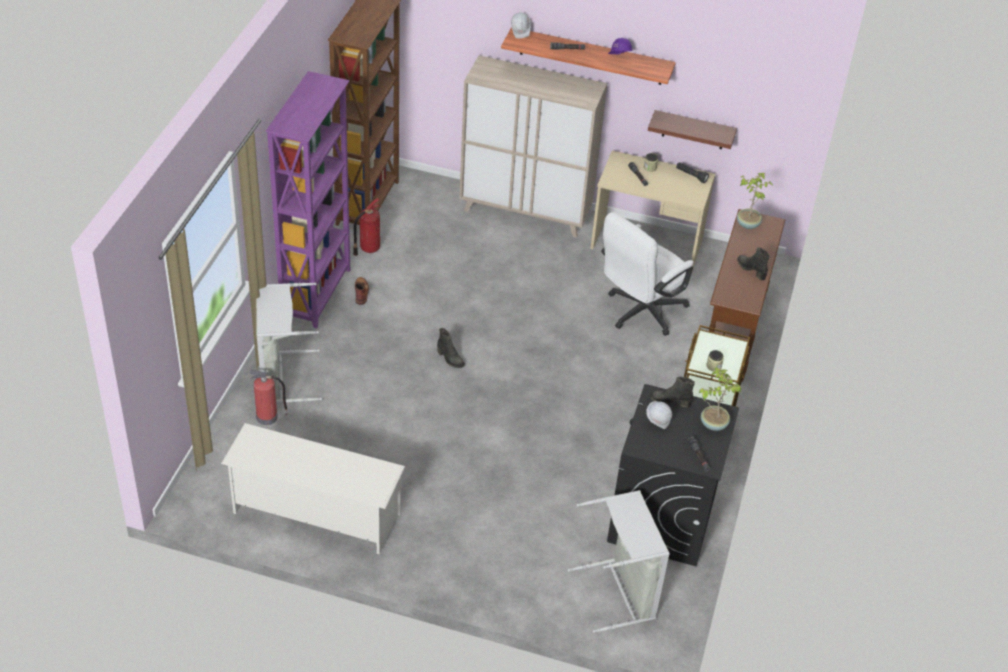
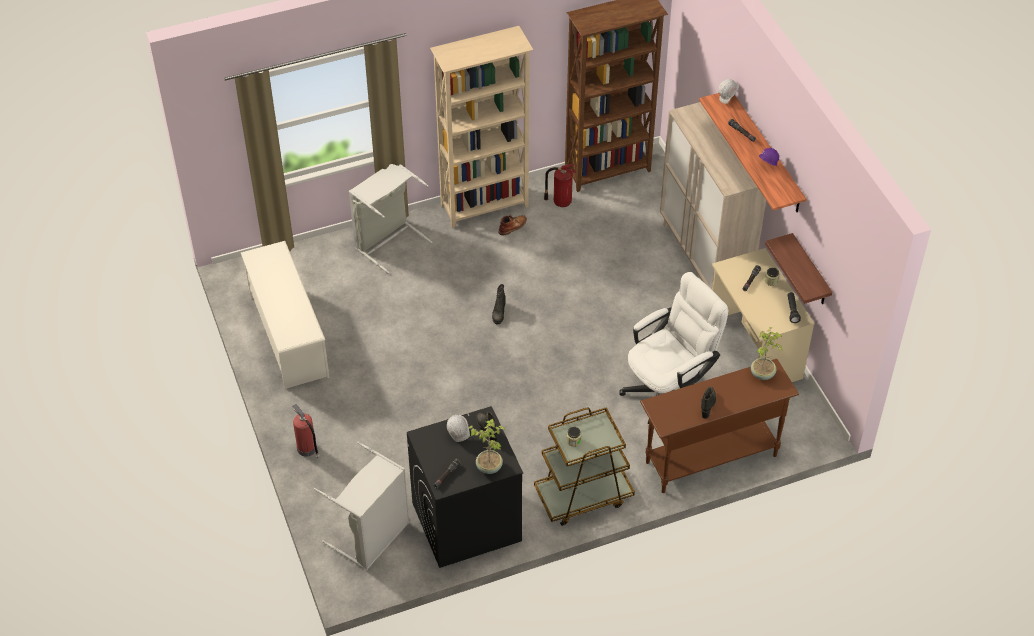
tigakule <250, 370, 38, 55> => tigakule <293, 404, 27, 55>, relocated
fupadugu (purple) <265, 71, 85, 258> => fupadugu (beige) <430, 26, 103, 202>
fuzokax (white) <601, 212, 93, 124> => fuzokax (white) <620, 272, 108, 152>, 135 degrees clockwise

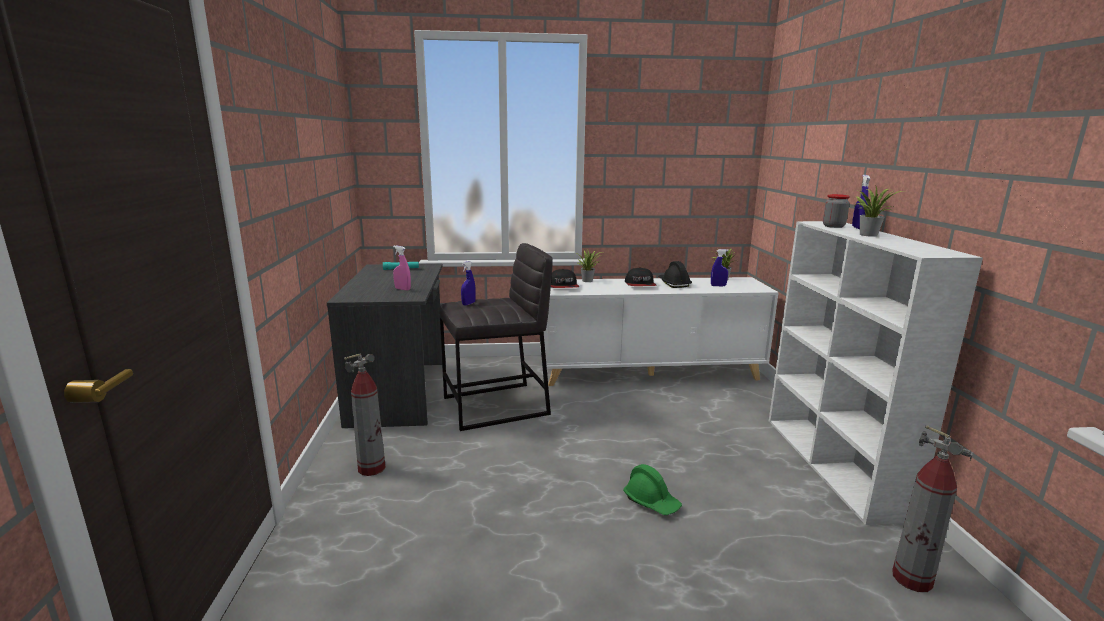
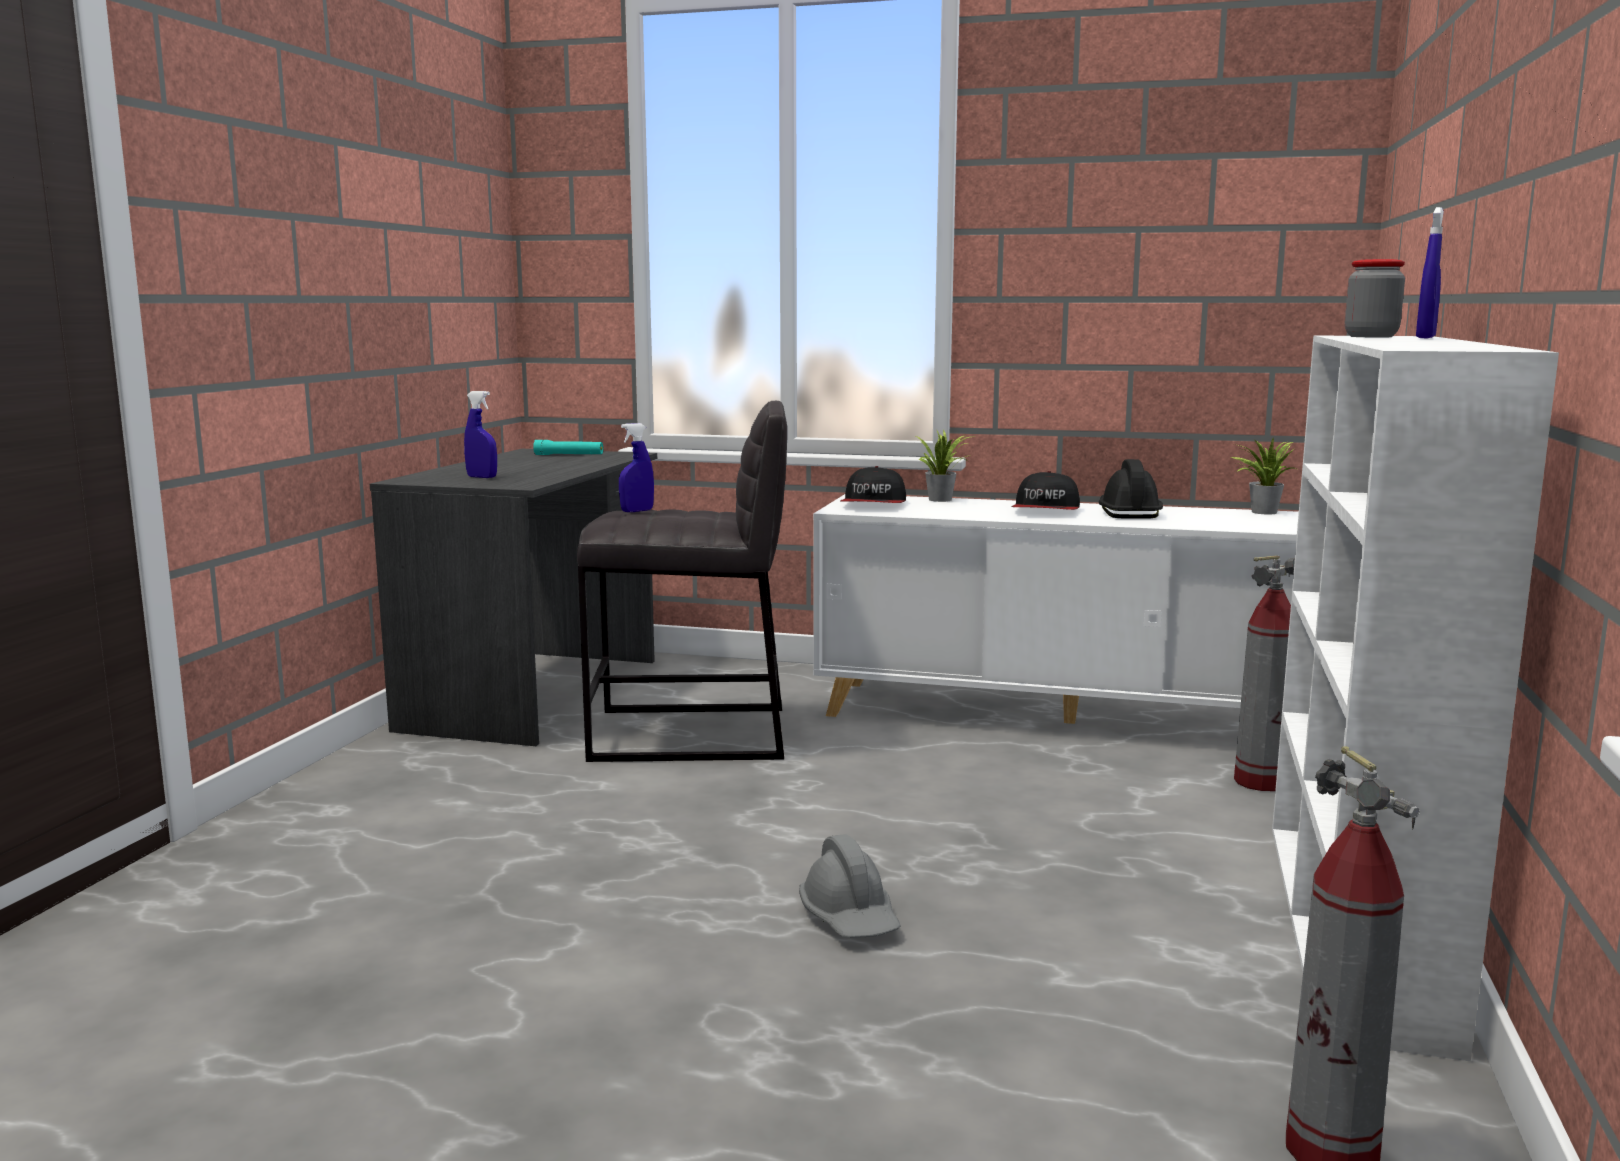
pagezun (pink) <393, 246, 18, 44> => nothing
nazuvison <855, 185, 46, 52> => nothing
tigakule <344, 354, 42, 122> => tigakule <1234, 555, 61, 236>, relocated
pagezun (blue) <711, 249, 18, 37> => pagezun (blue) <464, 391, 33, 87>, relocated
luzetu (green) <623, 464, 59, 51> => luzetu (grey) <799, 835, 102, 103>

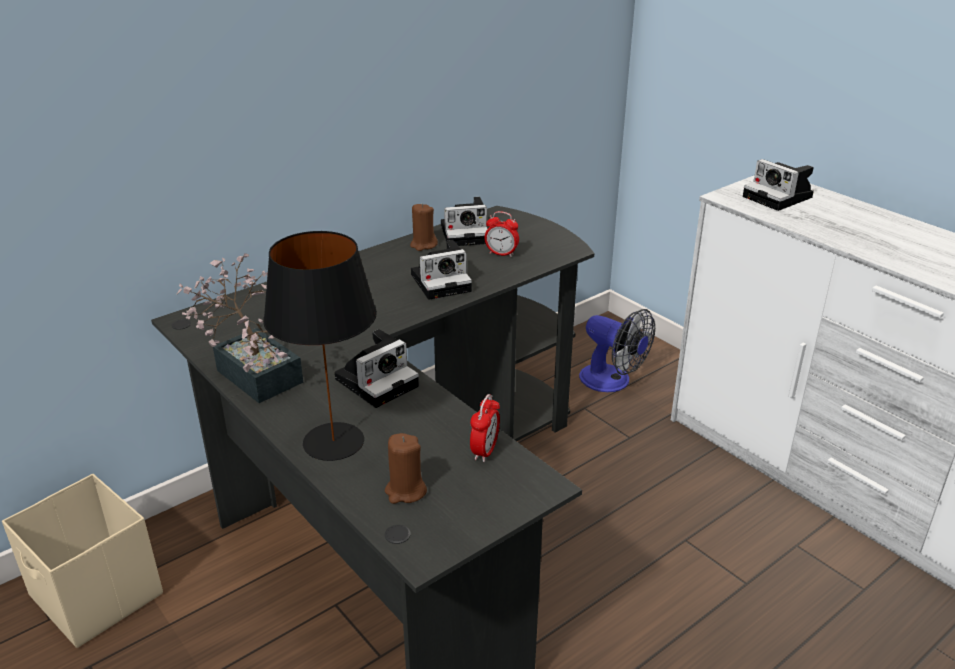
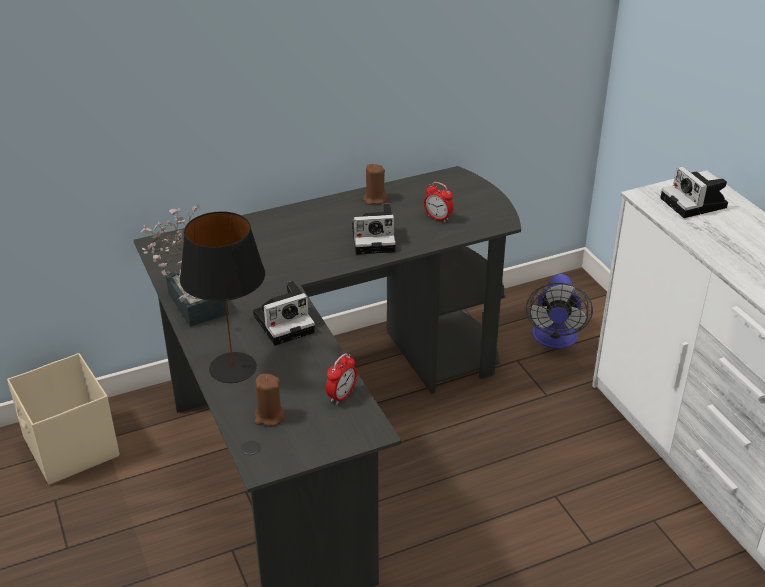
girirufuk <441, 197, 47, 49> => nothing
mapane <579, 309, 76, 83> => mapane <526, 274, 67, 75>, 45 degrees clockwise

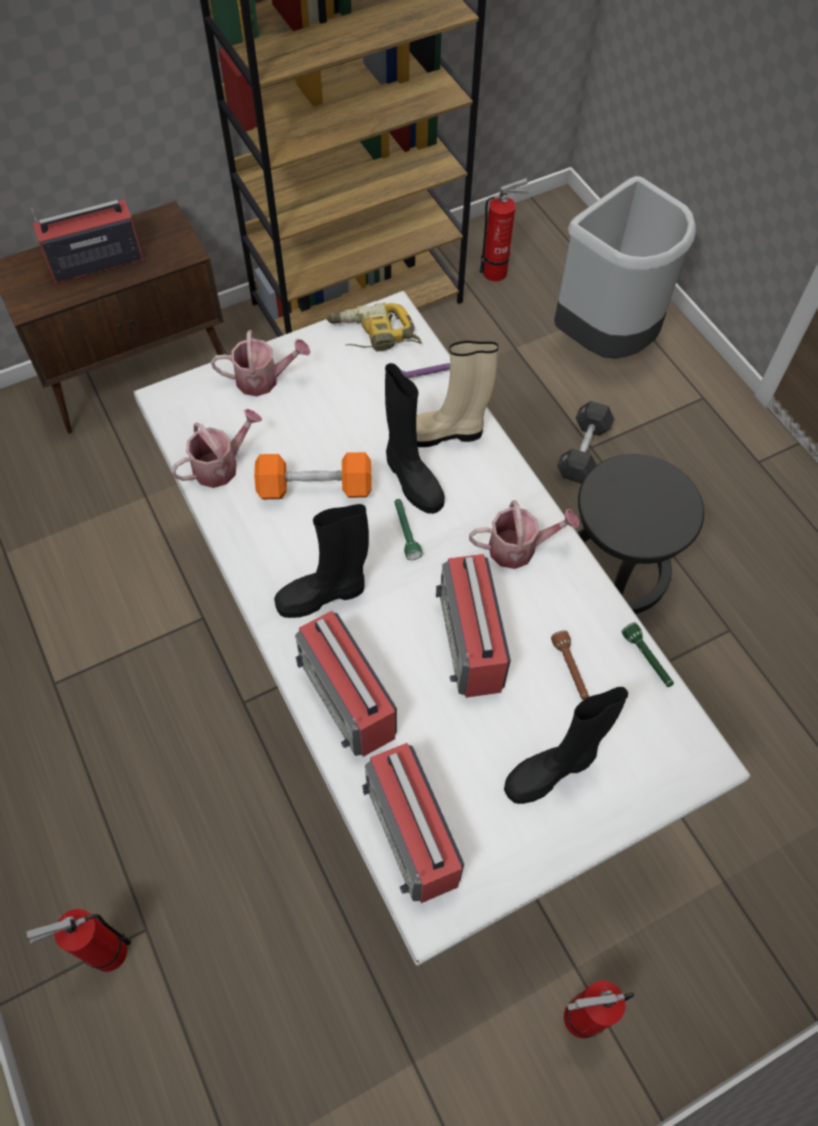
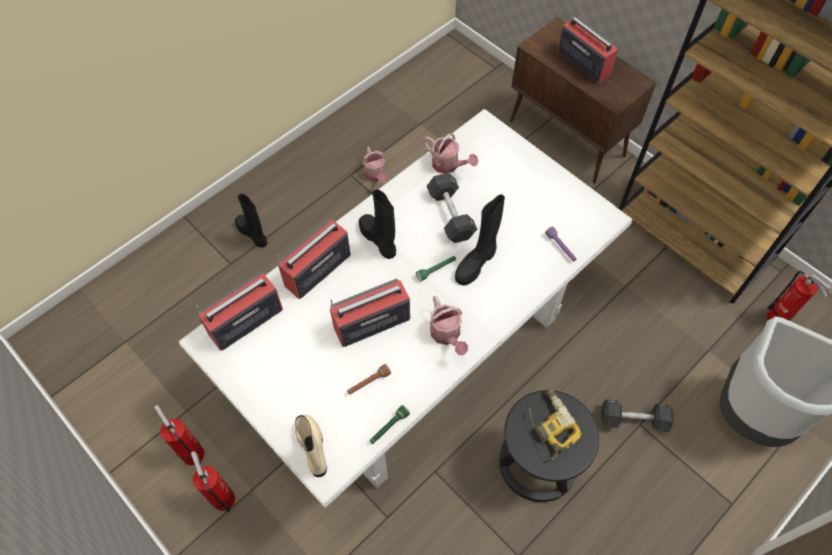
tigakule <27, 909, 104, 63> => tigakule <154, 405, 50, 60>, relocated
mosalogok <211, 330, 99, 66> => mosalogok <362, 147, 26, 36>, relocated
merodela <326, 303, 96, 49> => merodela <529, 388, 52, 72>, relocated
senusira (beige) <416, 341, 82, 106> => senusira (beige) <295, 415, 32, 62>, relocated
senusira (black) <504, 687, 124, 117> => senusira (black) <235, 194, 32, 54>, relocated
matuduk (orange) <254, 452, 118, 47> => matuduk (black) <426, 172, 51, 71>

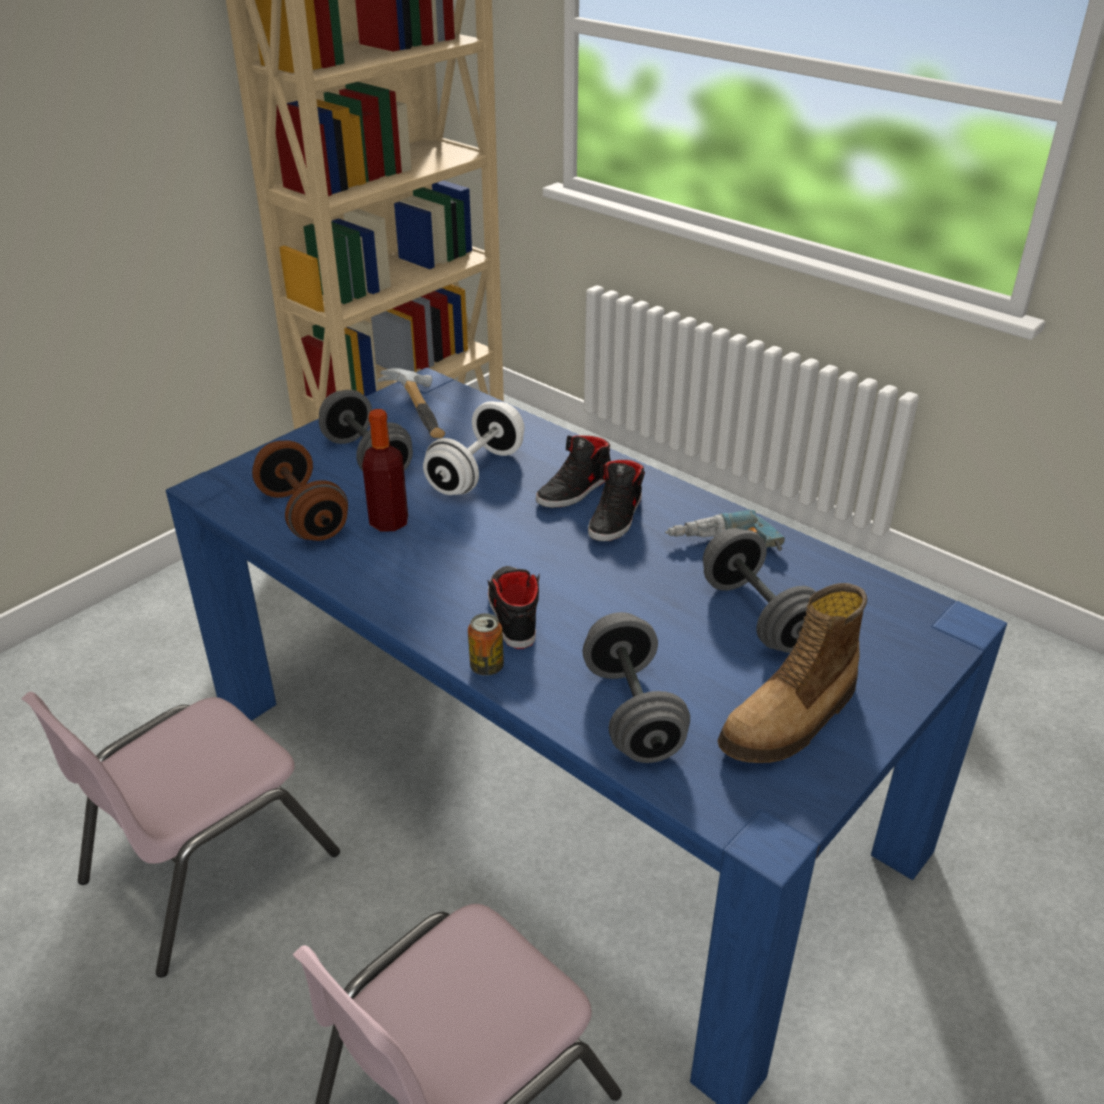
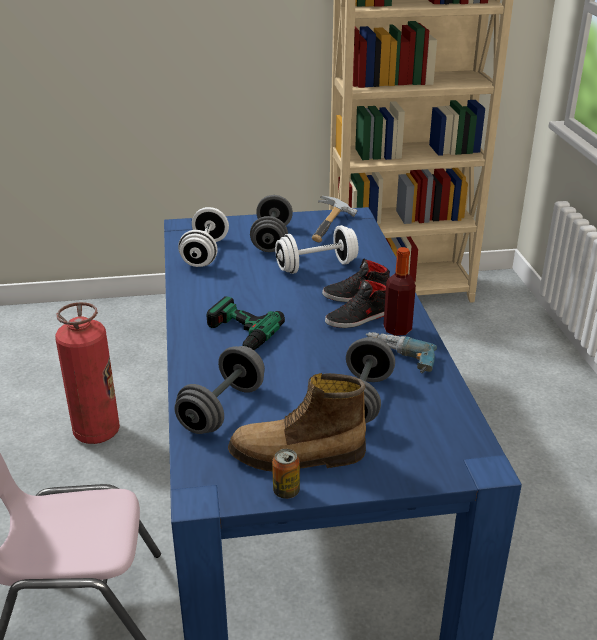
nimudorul <362, 409, 46, 123> => nimudorul <384, 247, 32, 89>, relocated
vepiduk <468, 613, 36, 63> => vepiduk <272, 449, 28, 50>, relocated
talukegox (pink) <21, 692, 319, 286> => tigakule <55, 302, 65, 142>
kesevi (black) <488, 566, 52, 83> => merodela <206, 296, 79, 54>
matuduk (brown) <252, 441, 96, 100> => matuduk (white) <178, 207, 51, 60>

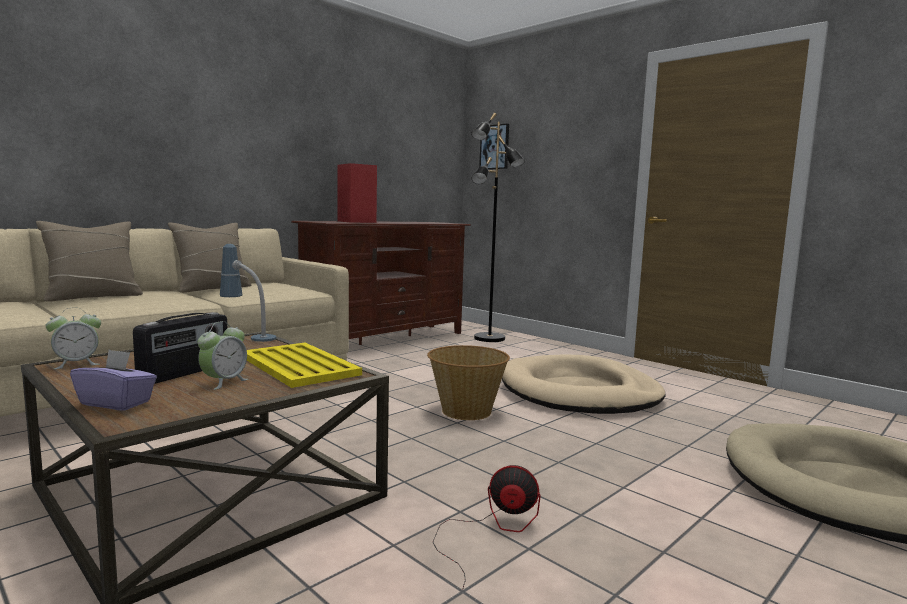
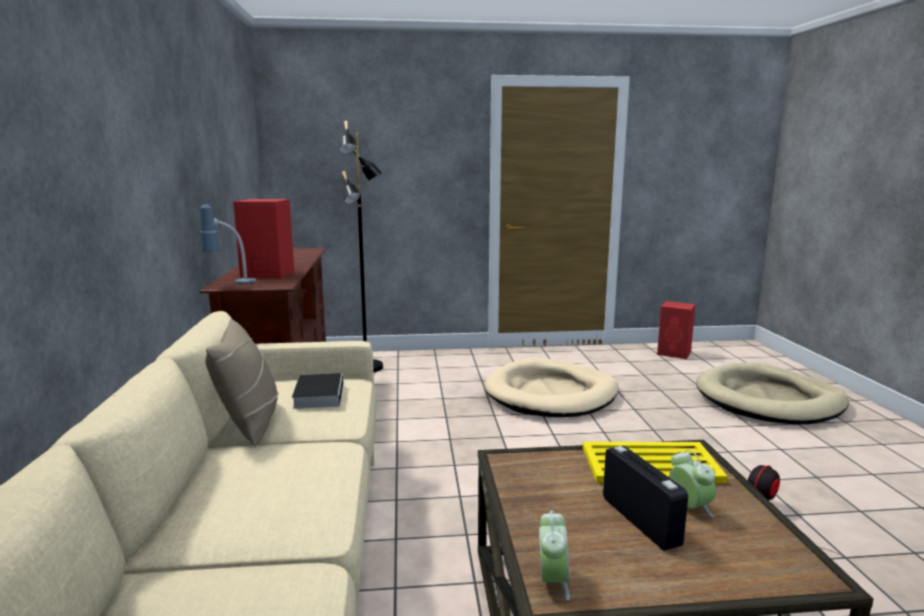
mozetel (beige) <36, 221, 107, 80> => nothing
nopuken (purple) <70, 349, 87, 62> => nothing
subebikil <427, 345, 83, 75> => nothing
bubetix <479, 124, 30, 46> => nothing
nothing => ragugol <292, 373, 51, 36>
nothing => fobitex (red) <657, 301, 39, 58>
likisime <220, 244, 57, 98> => likisime <200, 205, 56, 79>, relocated

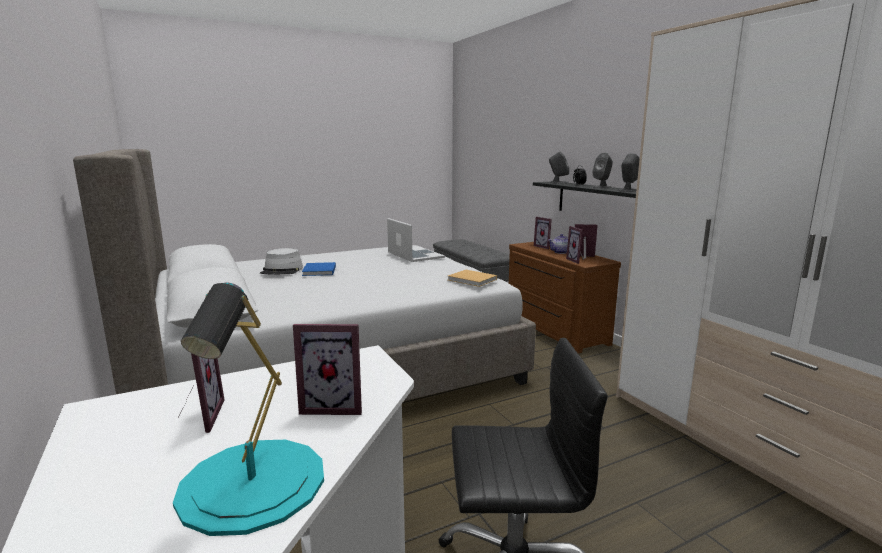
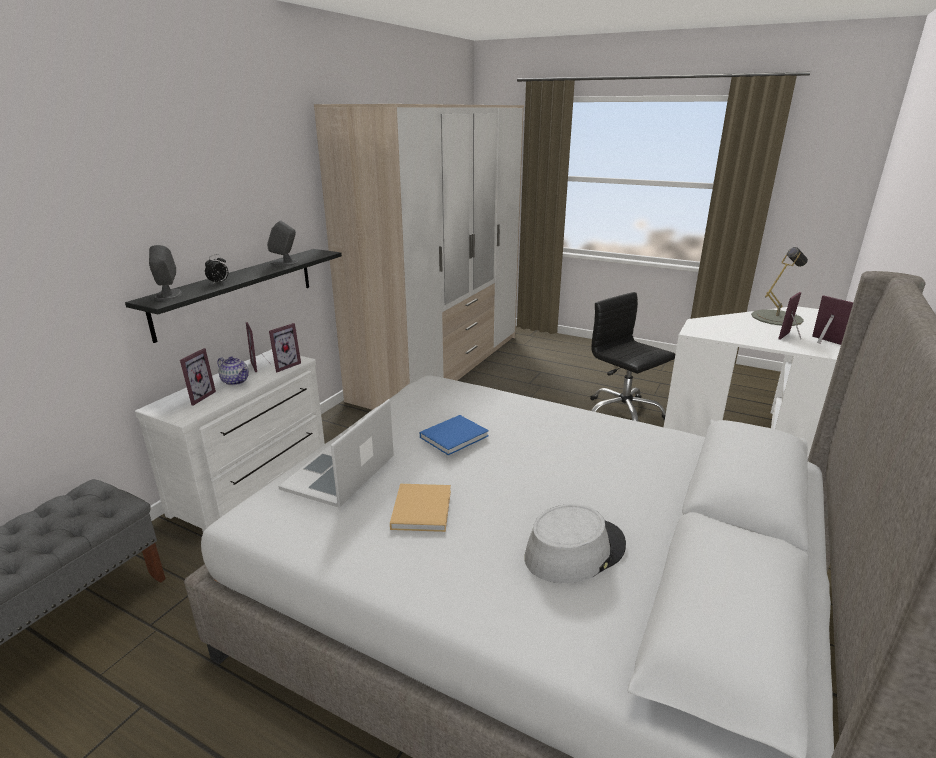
fobitex (grey) <592, 153, 21, 36> => nothing
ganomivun <293, 324, 69, 91> => ganomivun <812, 295, 41, 50>, relocated
ragugol (blue) <302, 262, 34, 14> => ragugol (blue) <420, 415, 69, 40>, relocated
ragugol (beige) <448, 270, 49, 17> => ragugol (beige) <390, 484, 61, 48>, relocated
likisime (turquoise) <173, 282, 151, 254> => likisime (grey) <751, 247, 57, 79>
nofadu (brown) <509, 242, 112, 111> => nofadu (white) <135, 349, 190, 183>

